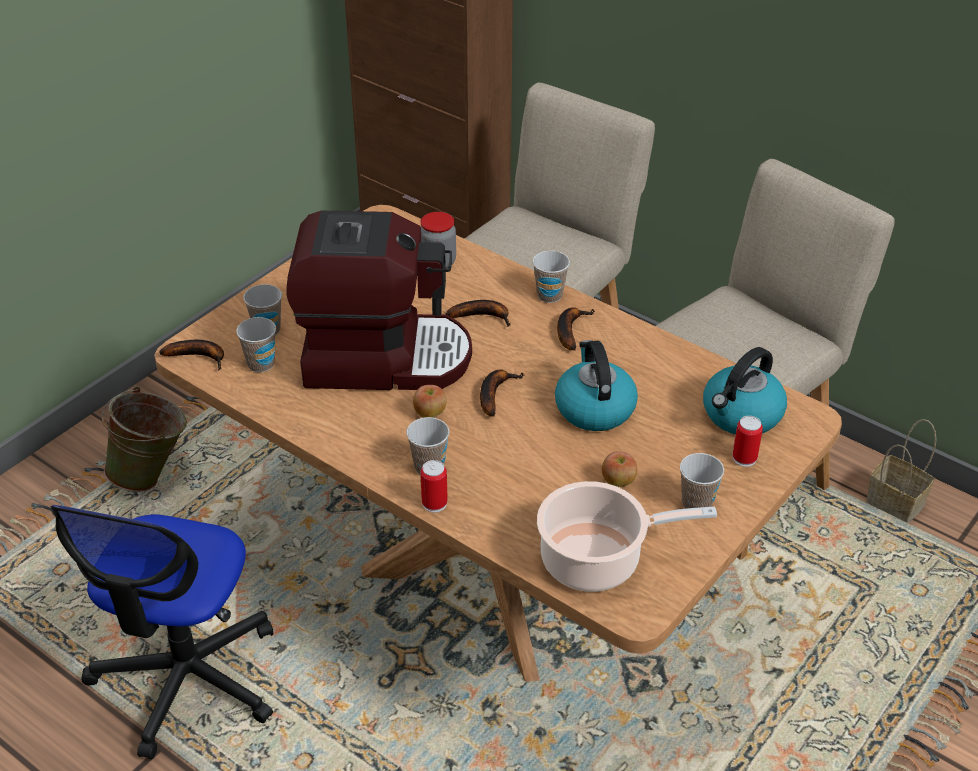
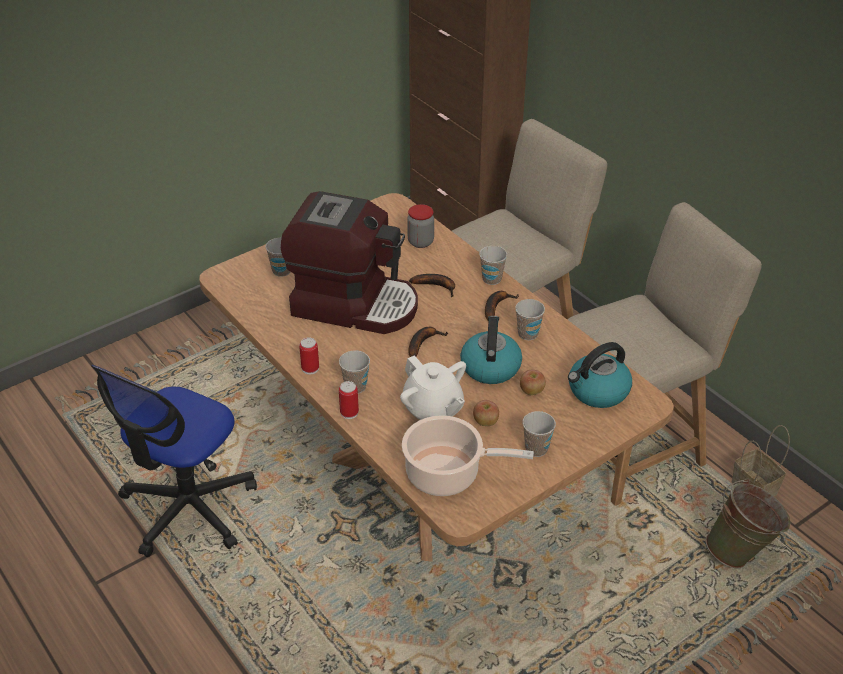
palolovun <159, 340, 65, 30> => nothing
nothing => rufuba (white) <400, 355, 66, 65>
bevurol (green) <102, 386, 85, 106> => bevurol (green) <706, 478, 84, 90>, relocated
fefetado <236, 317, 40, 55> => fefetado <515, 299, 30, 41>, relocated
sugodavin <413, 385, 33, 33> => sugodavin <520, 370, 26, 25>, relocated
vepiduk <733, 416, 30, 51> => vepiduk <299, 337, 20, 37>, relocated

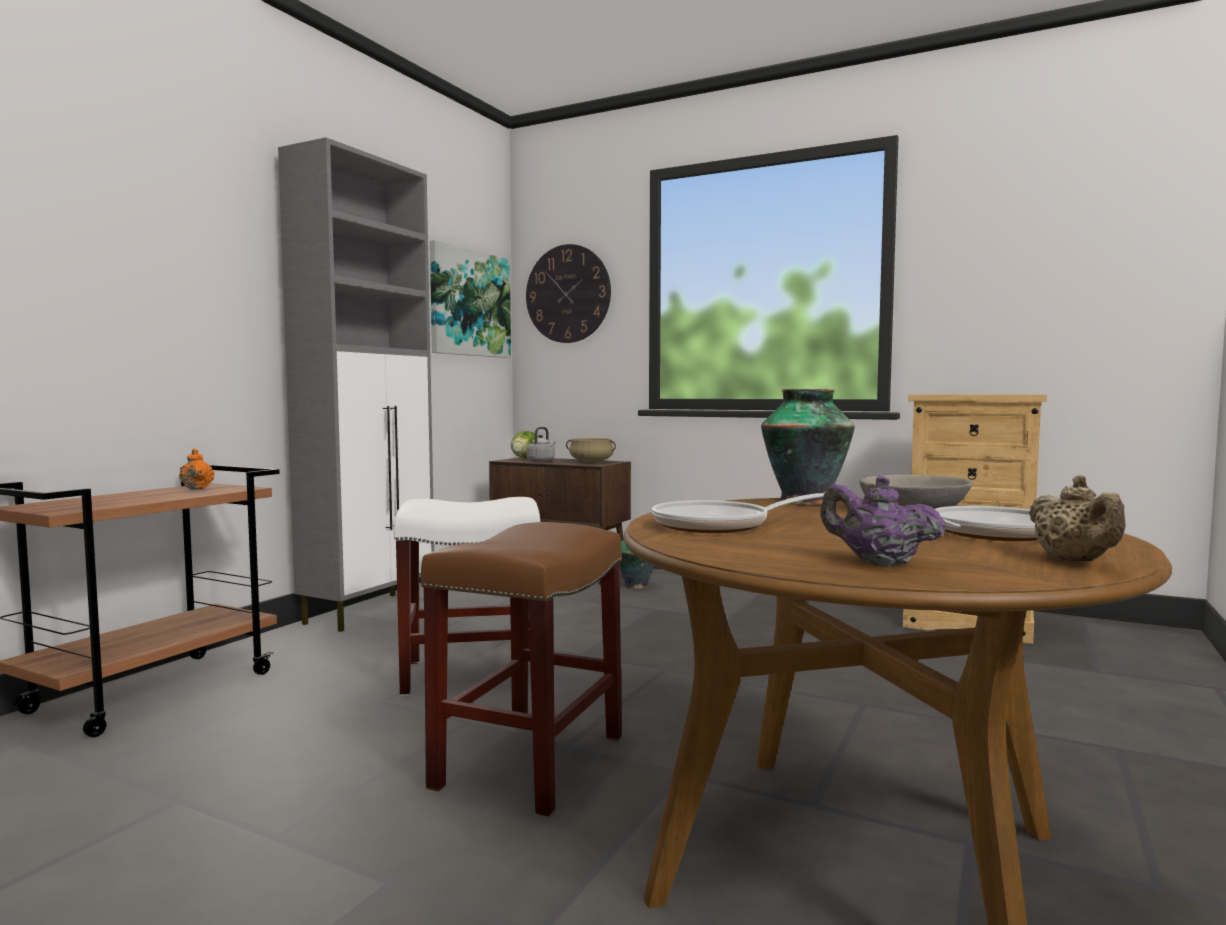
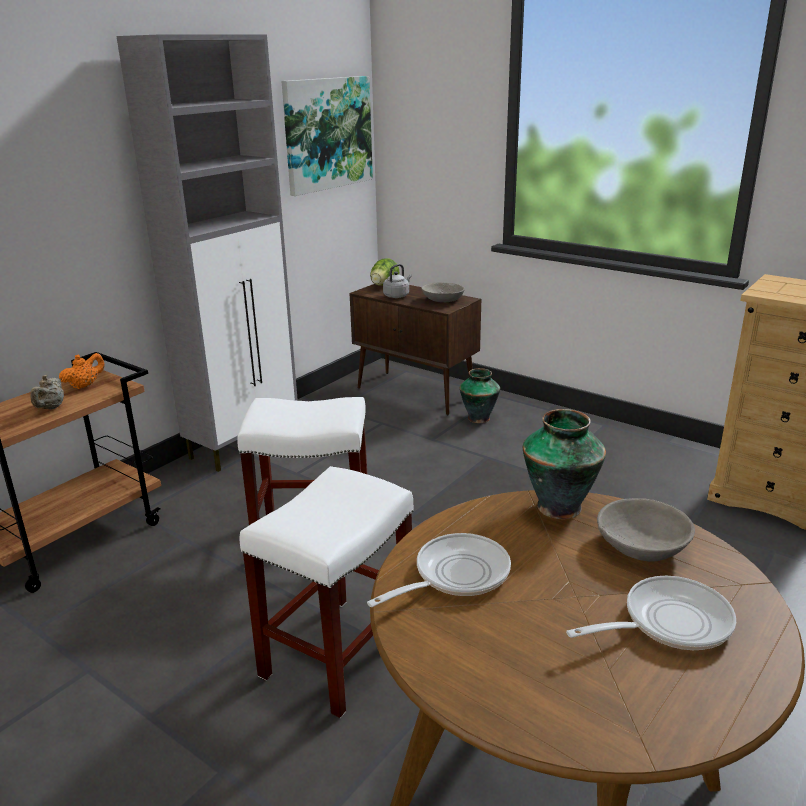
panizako <526, 244, 85, 99> => nothing
rufuba (purple) <820, 476, 125, 91> => nothing
rufuba (beige) <1029, 475, 97, 87> => rufuba (beige) <30, 375, 34, 35>, relocated
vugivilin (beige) <566, 438, 50, 24> => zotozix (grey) <421, 282, 44, 20>
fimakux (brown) <421, 522, 201, 295> => fimakux (white) <239, 466, 175, 252>
rufuba (orange) <179, 449, 36, 41> => rufuba (orange) <59, 353, 46, 36>, 60 degrees clockwise
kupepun <651, 493, 173, 40> => kupepun <367, 533, 144, 74>, 150 degrees clockwise

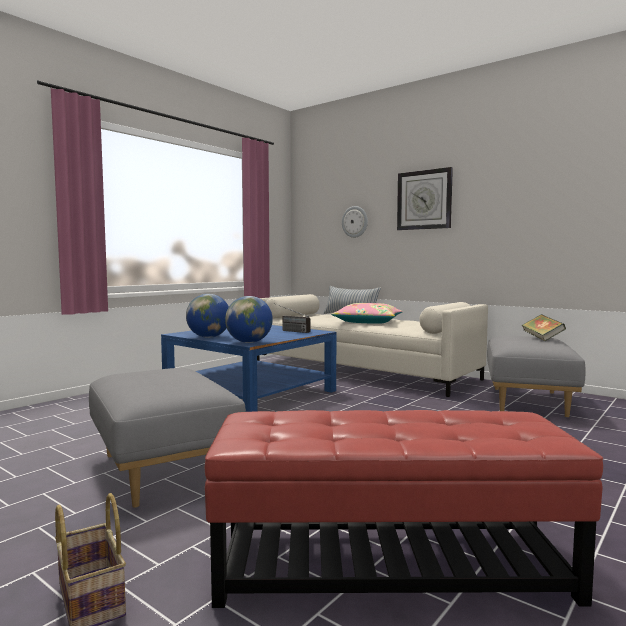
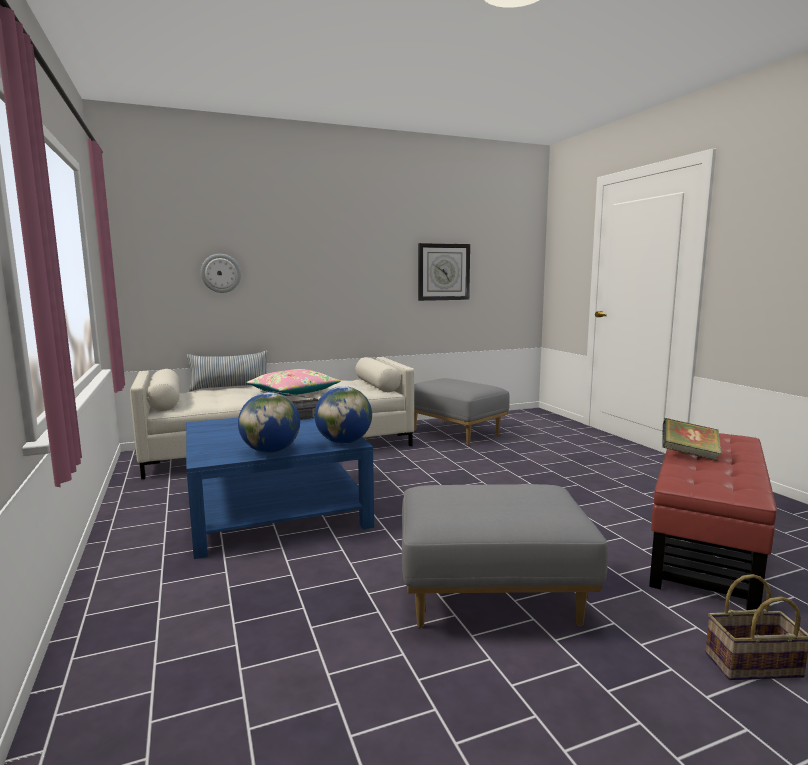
panizako <397, 167, 56, 63> => panizako <418, 243, 52, 58>, relocated
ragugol <522, 314, 44, 27> => ragugol <662, 418, 59, 43>, relocated

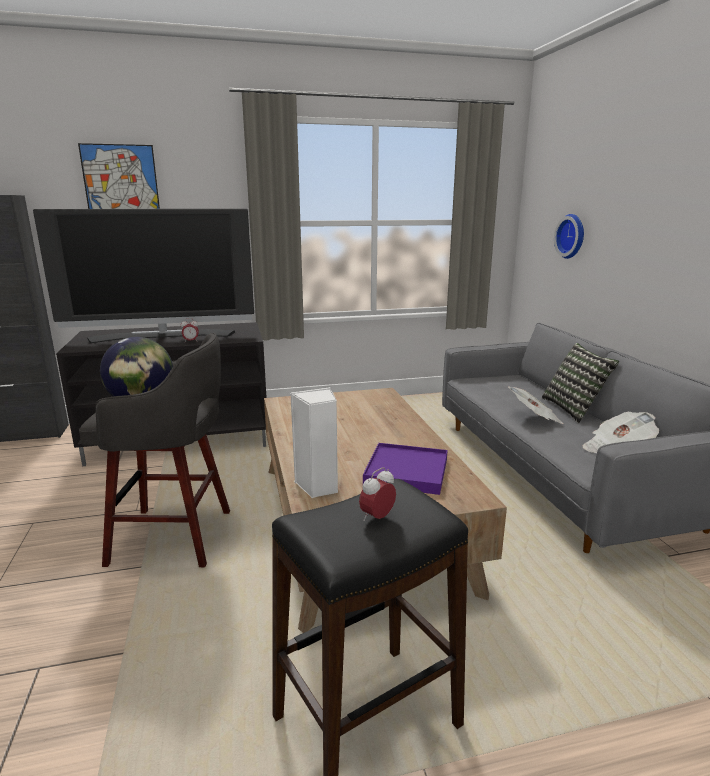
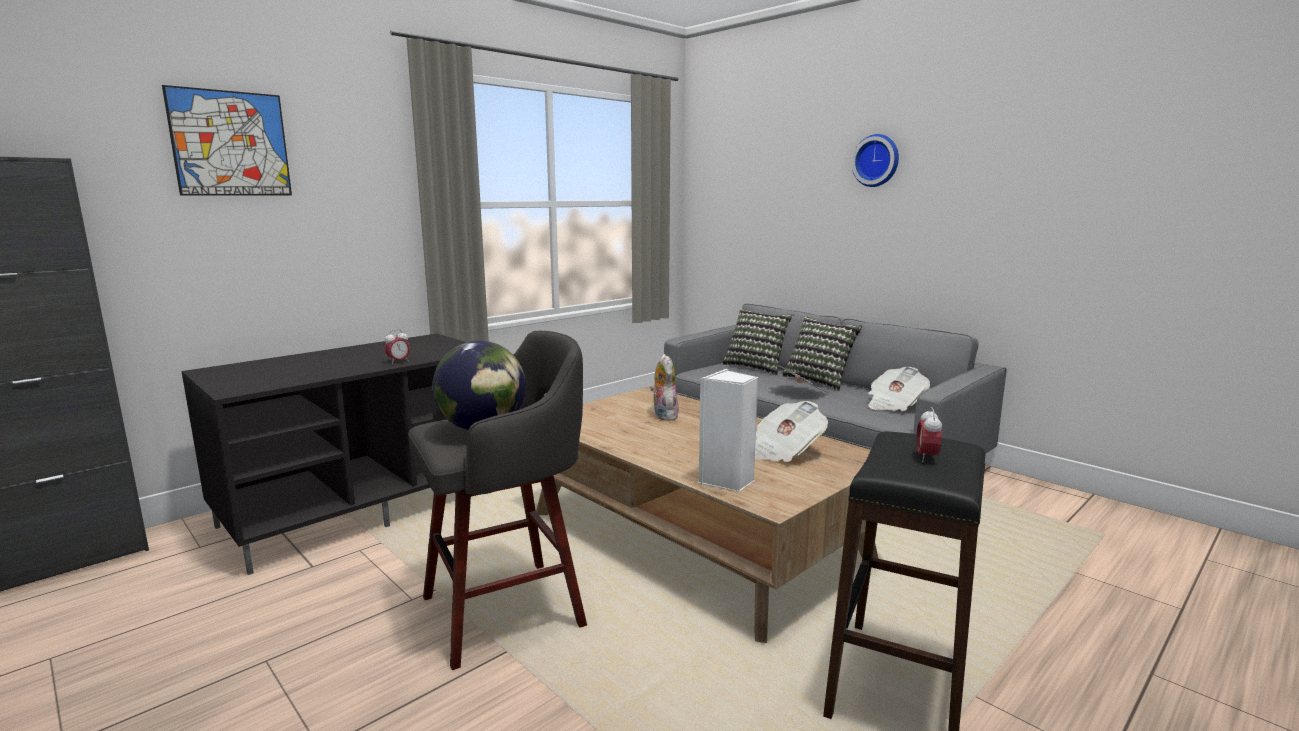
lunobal <33, 209, 221, 134> => nothing
nothing => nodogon <650, 354, 29, 67>
nothing => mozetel <722, 308, 72, 67>
panizako <554, 214, 30, 45> => panizako <851, 134, 48, 53>, relocated
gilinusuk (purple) <363, 443, 84, 52> => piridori <755, 401, 73, 61>

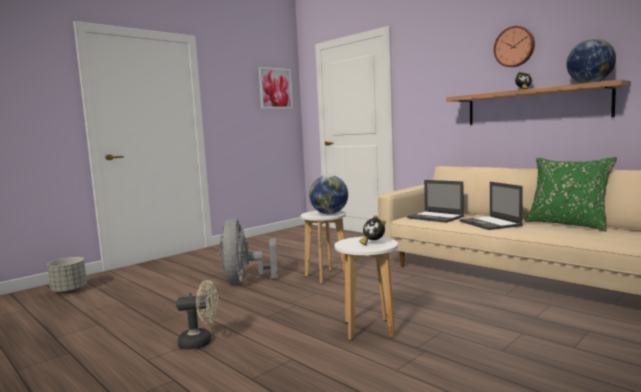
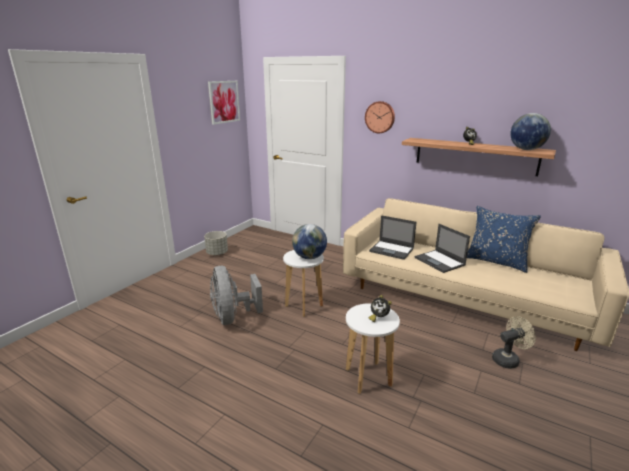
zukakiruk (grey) <47, 257, 40, 37> => zukakiruk (grey) <204, 231, 24, 25>, relocated
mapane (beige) <176, 280, 42, 70> => mapane (beige) <492, 316, 44, 53>, relocated
panizako <494, 26, 41, 41> => panizako <365, 101, 30, 32>, relocated
mozetel (green) <525, 157, 92, 74> => mozetel (blue) <467, 206, 74, 67>

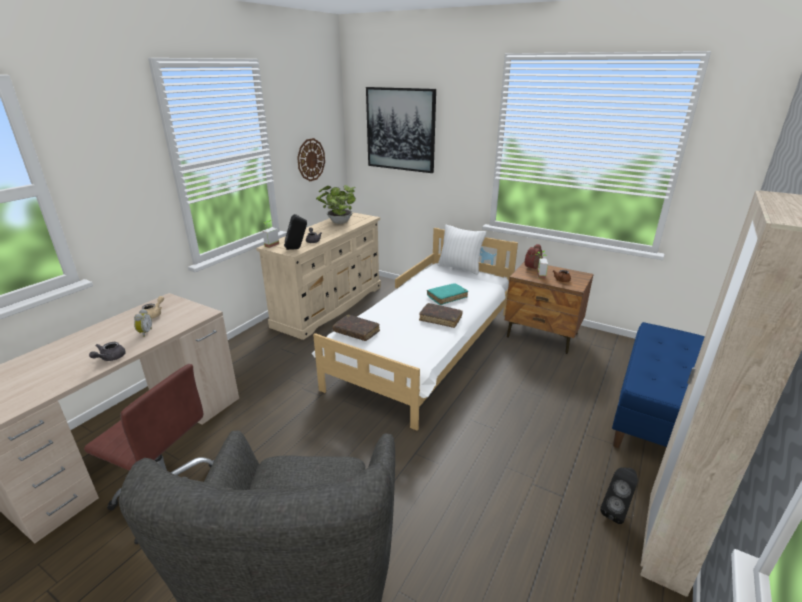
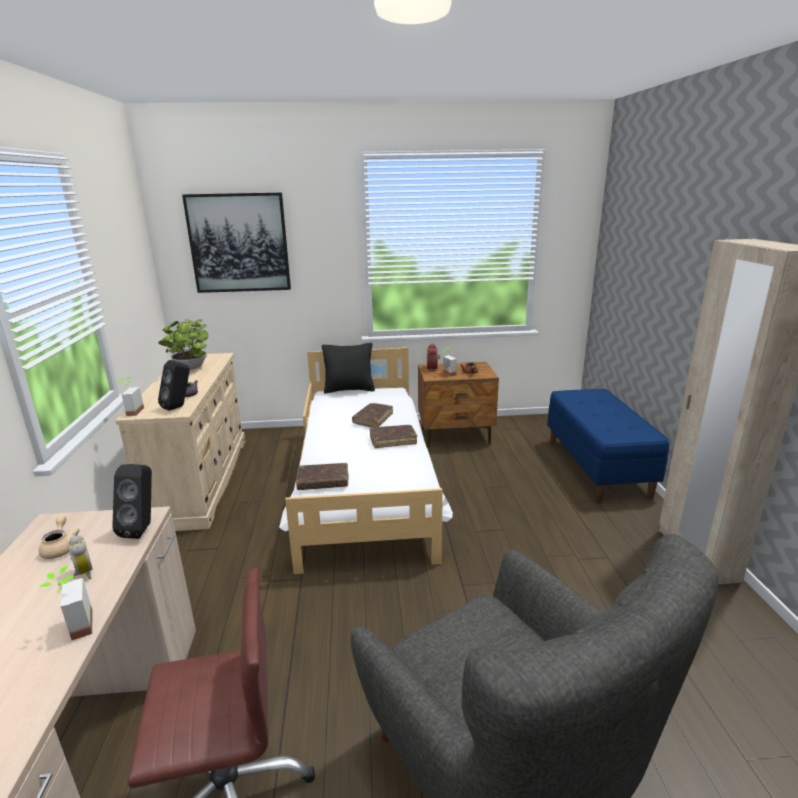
panizako <297, 138, 28, 43> => nothing
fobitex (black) <600, 467, 38, 57> => fobitex (black) <112, 464, 40, 75>, relocated
rufuba (grey) <89, 342, 37, 19> => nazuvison <40, 566, 52, 74>
ragugol (turquoise) <427, 283, 41, 22> => ragugol (brown) <352, 403, 41, 25>
mozetel (white) <438, 224, 48, 51> => mozetel (black) <322, 343, 53, 51>

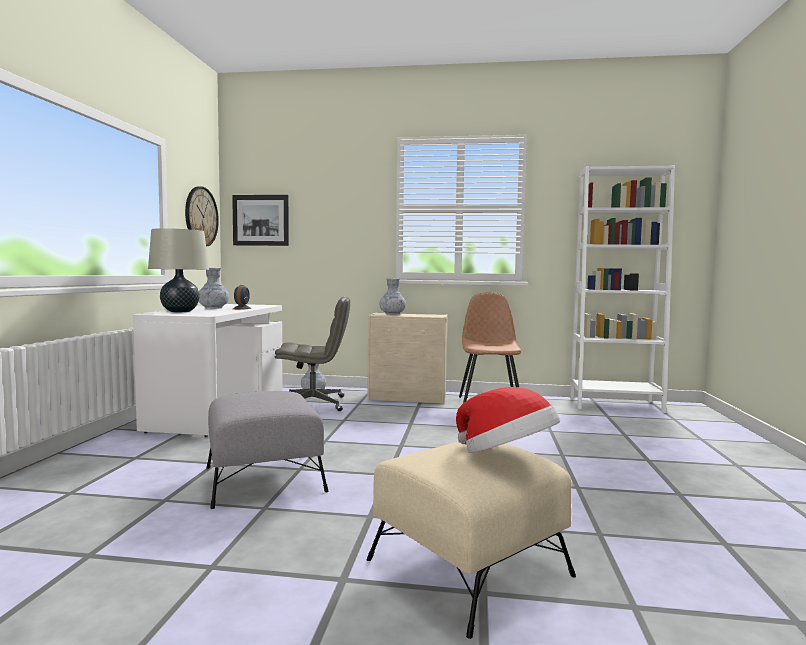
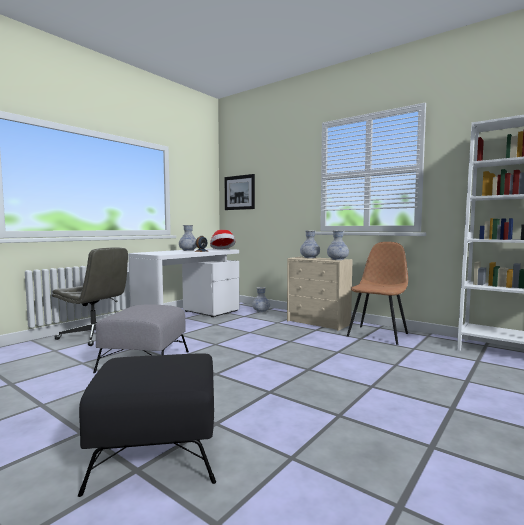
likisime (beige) <148, 228, 61, 84> => nothing
panizako <185, 186, 34, 61> => nothing
nothing => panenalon <327, 230, 22, 30>
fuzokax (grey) <275, 297, 75, 114> => fuzokax (grey) <52, 247, 76, 99>, relocated
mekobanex <456, 387, 104, 66> => mekobanex <210, 230, 26, 19>, relocated
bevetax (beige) <366, 442, 210, 197> => bevetax (black) <78, 353, 138, 144>

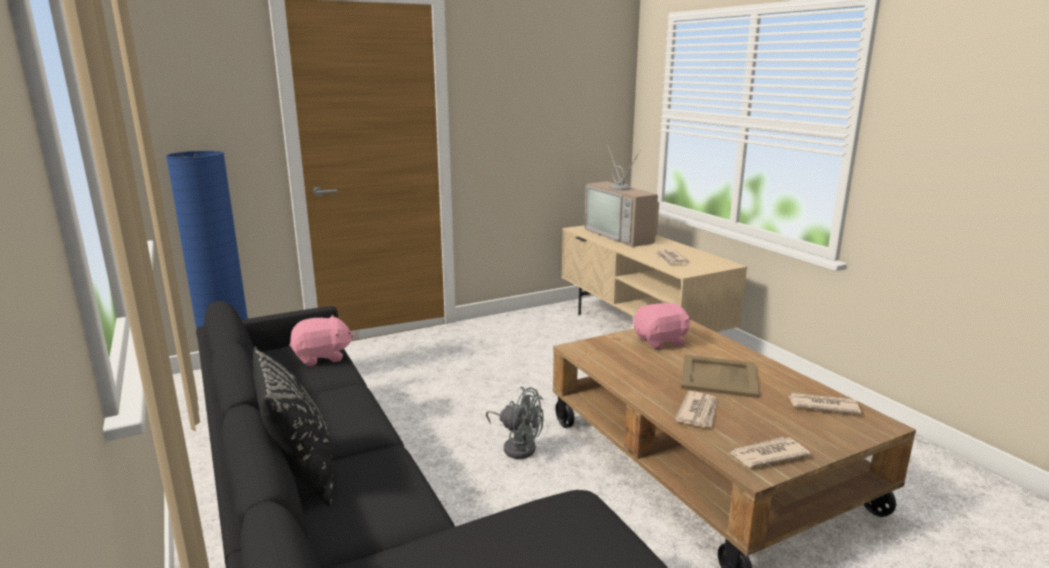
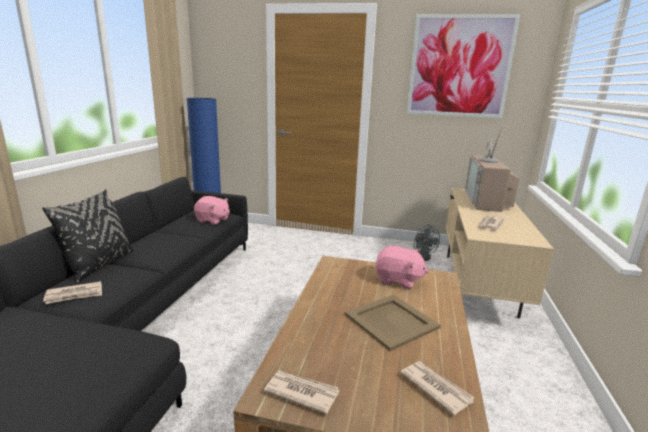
nothing => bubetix <407, 14, 113, 104>
mapane (grey) <486, 387, 58, 72> => mapane (grey) <413, 224, 27, 37>, relocated
piridori <675, 391, 42, 36> => piridori <43, 281, 59, 23>, relocated

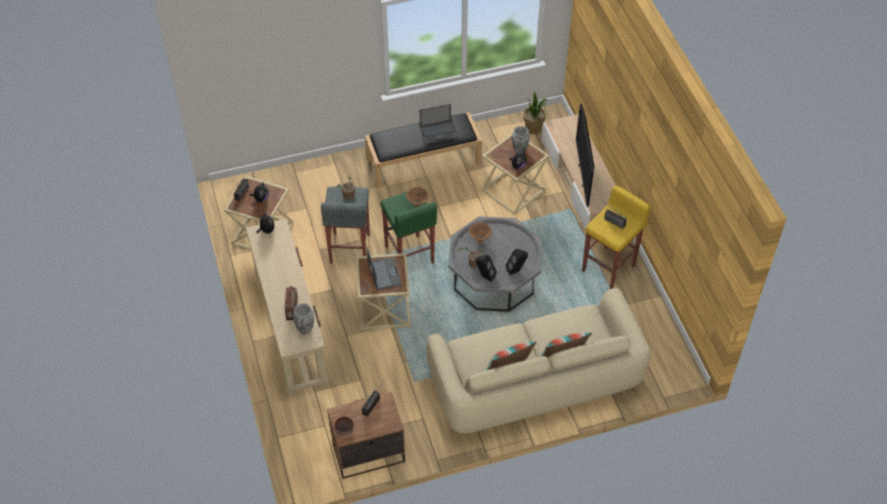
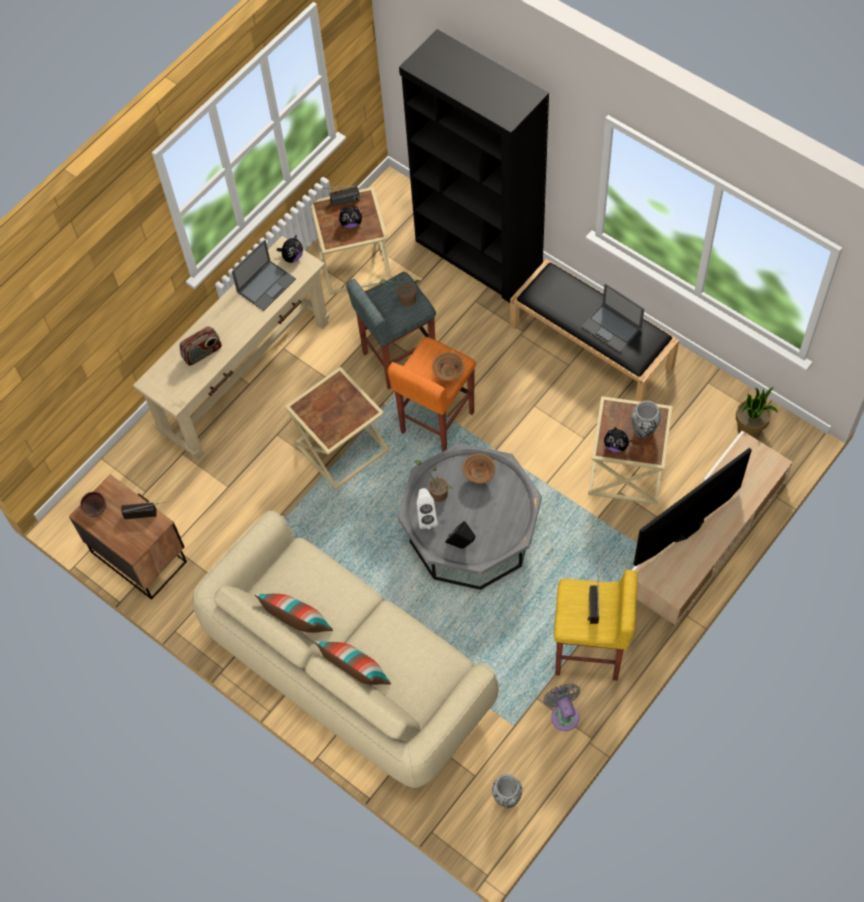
nothing => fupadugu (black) <399, 29, 150, 274>
nothing => mapane (grey) <544, 683, 36, 48>
panenalon <293, 304, 21, 30> => panenalon <492, 774, 30, 34>, relocated
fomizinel <366, 246, 36, 45> => fomizinel <232, 239, 64, 72>, relocated
fimakux (green) <380, 191, 57, 73> => fimakux (orange) <388, 337, 88, 115>
fobitex (black) <476, 255, 21, 27> => fobitex (white) <417, 488, 21, 41>

